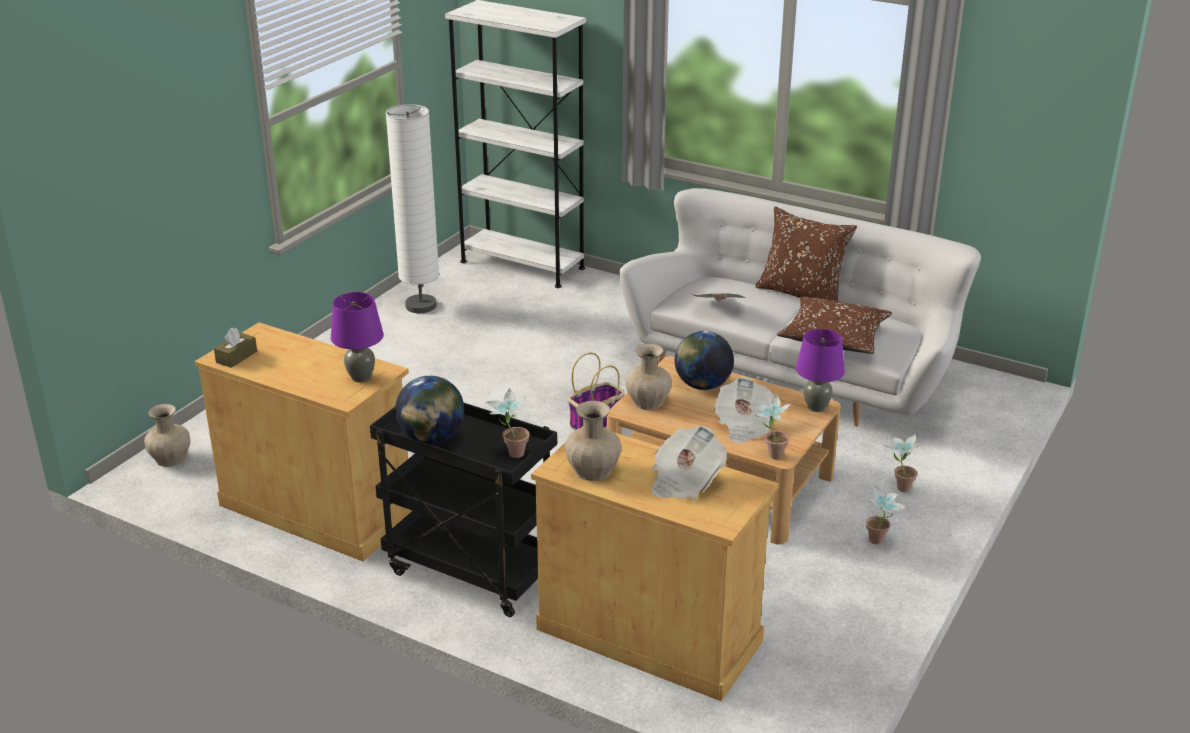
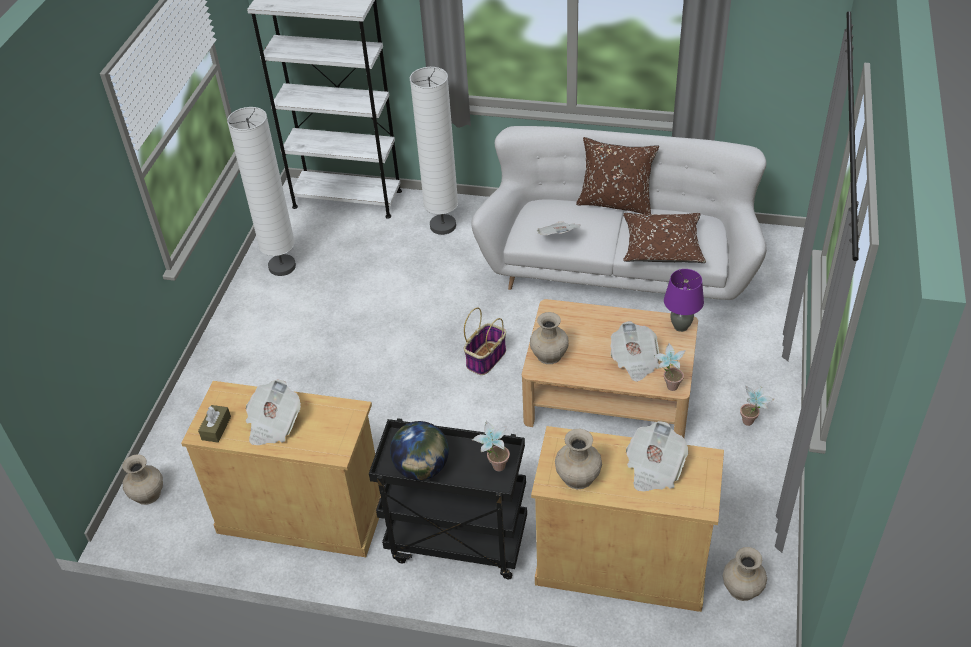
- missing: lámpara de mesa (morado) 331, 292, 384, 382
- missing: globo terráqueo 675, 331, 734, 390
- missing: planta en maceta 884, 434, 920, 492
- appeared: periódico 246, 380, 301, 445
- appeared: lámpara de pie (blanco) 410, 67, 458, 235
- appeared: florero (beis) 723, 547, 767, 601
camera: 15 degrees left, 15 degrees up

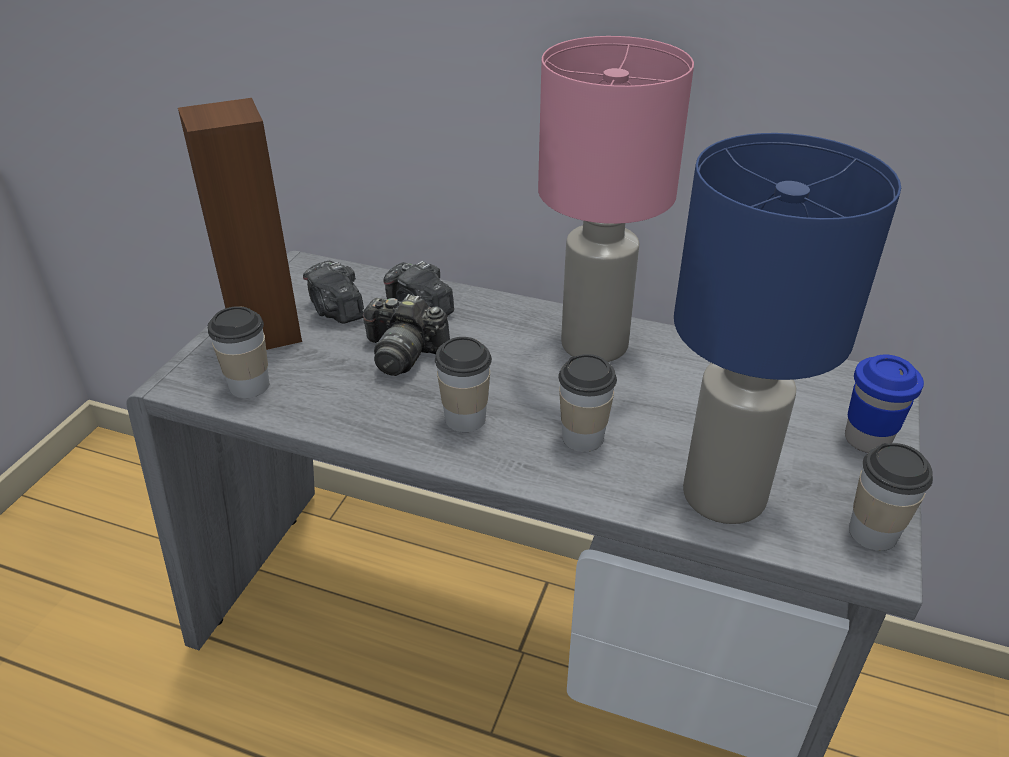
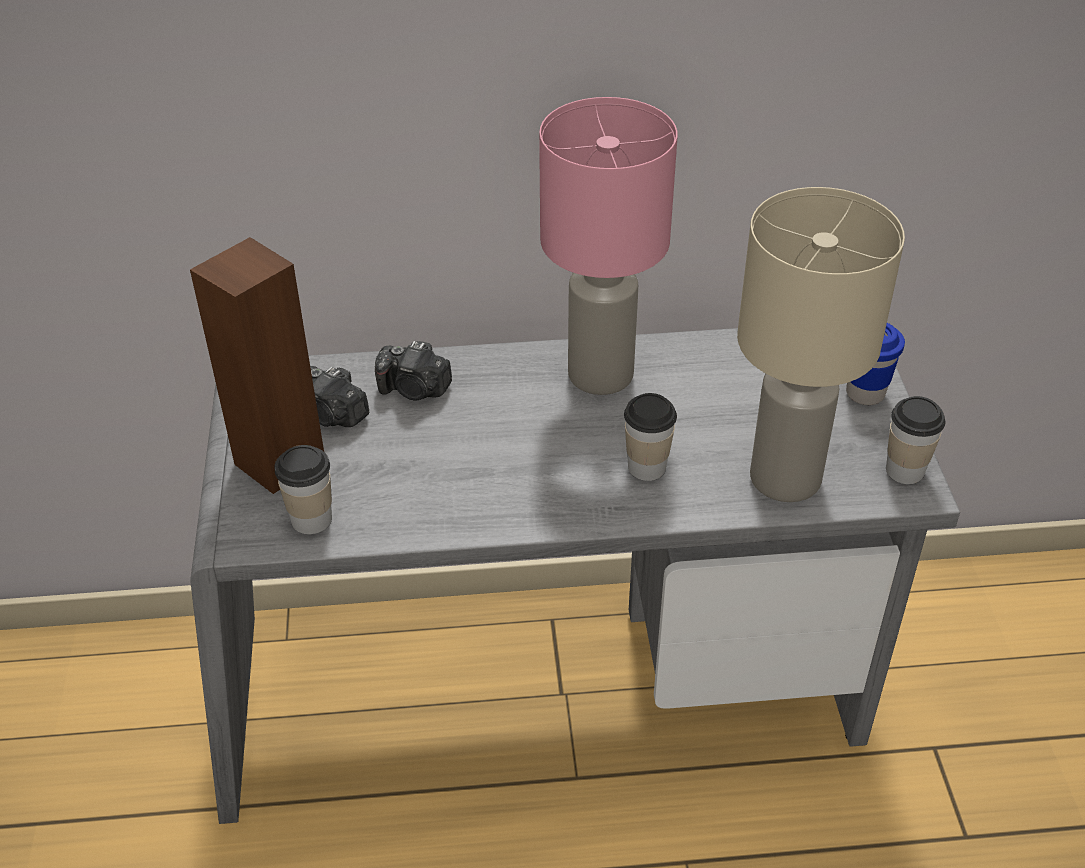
- missing: cámara 362, 294, 450, 376
- missing: taza 435, 337, 492, 432
- colour: lámpara de mesa (azul) 674, 133, 901, 524 to lámpara de mesa (beis) 737, 187, 905, 502
camera: 25 degrees left, 5 degrees up

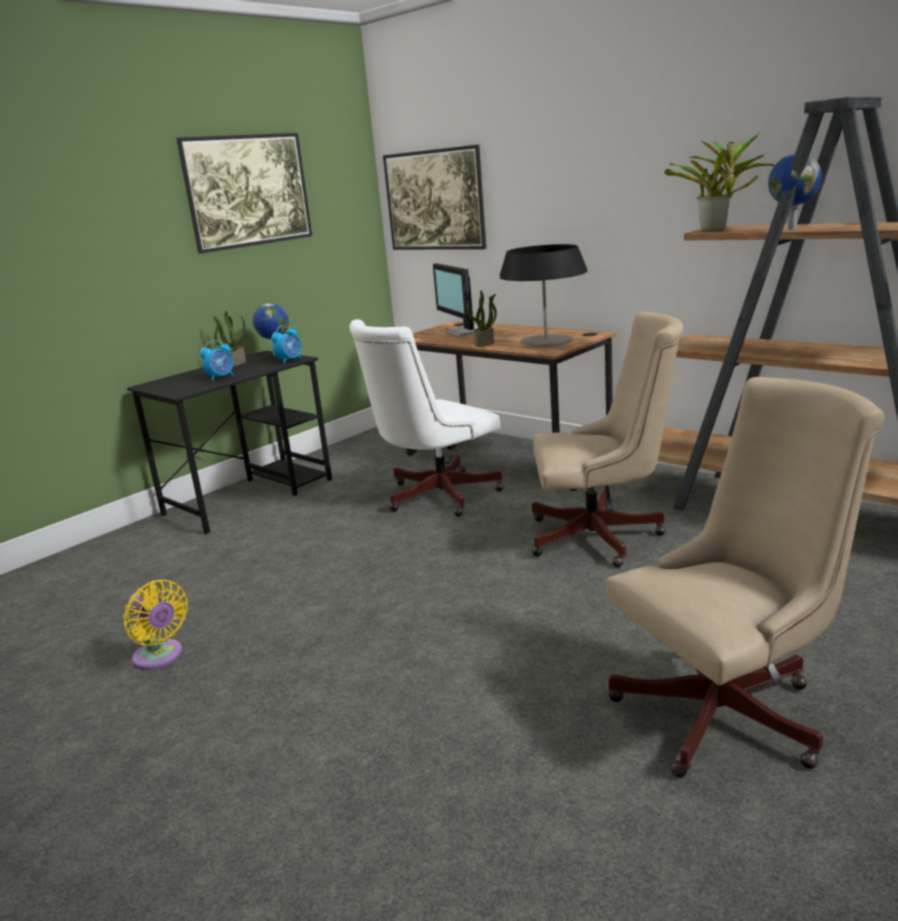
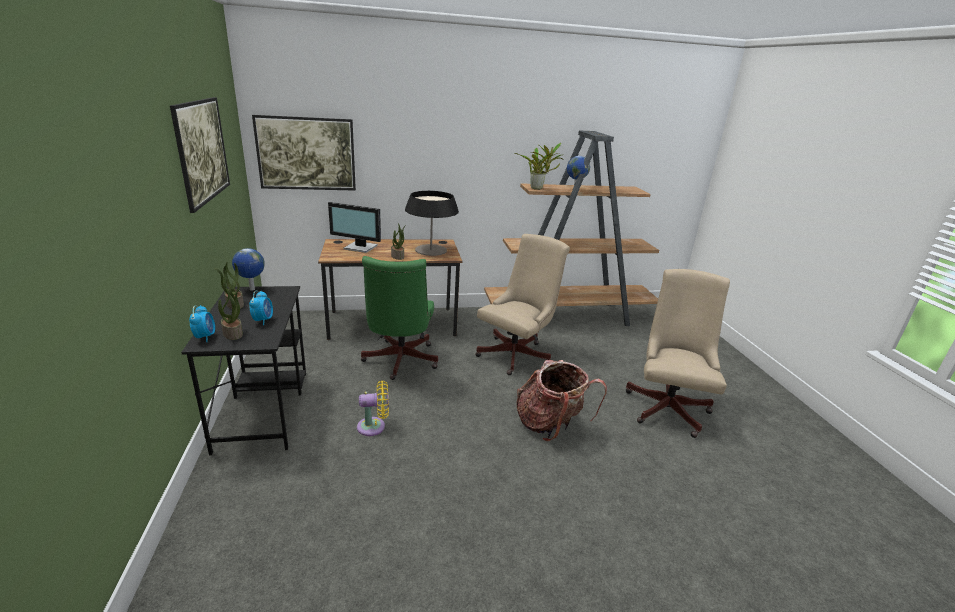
- appeared: planta en maceta 218, 288, 243, 340
- appeared: mochila 517, 360, 607, 442
- relocated: ventilador (amarillo) 123, 580, 188, 670 to 357, 380, 389, 436
- relocated: despertador 271, 325, 302, 364 to 189, 305, 215, 342
- colour: silla de oficina (blanco) 349, 319, 504, 516 to silla de oficina (verde) 361, 256, 438, 380
camera: 55 degrees left, 5 degrees up

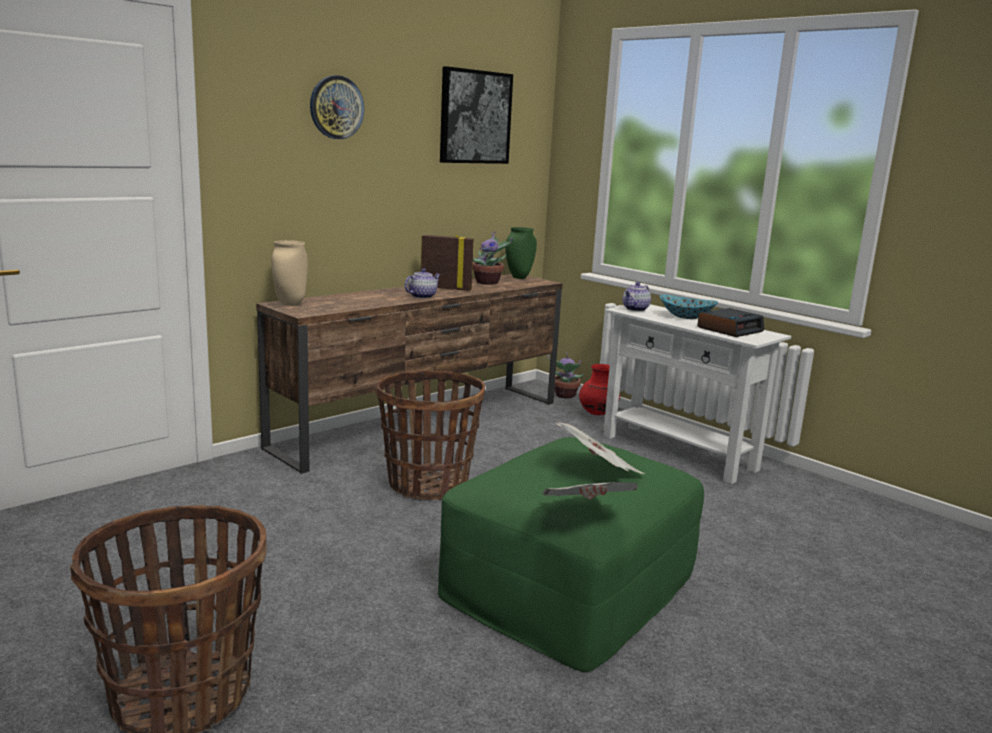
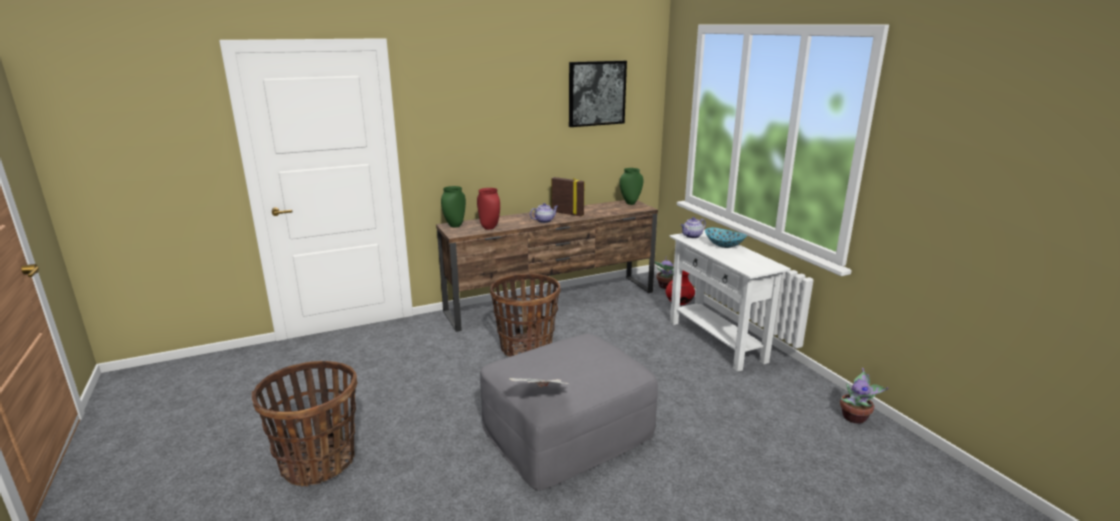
- missing: reloj de pared 310, 75, 364, 139
- missing: periódico 555, 422, 645, 474
- missing: despertador 697, 308, 764, 337
- appeared: florero (rojo) 477, 188, 500, 230
- relocated: planta en maceta 473, 231, 512, 285 to 840, 367, 888, 424
- colour: florero (beis) 272, 240, 308, 306 to florero (verde) 441, 186, 466, 228
- colour: puf (verde) 438, 437, 704, 672 to puf (gris) 480, 334, 658, 490
camera: 20 degrees right, 5 degrees up

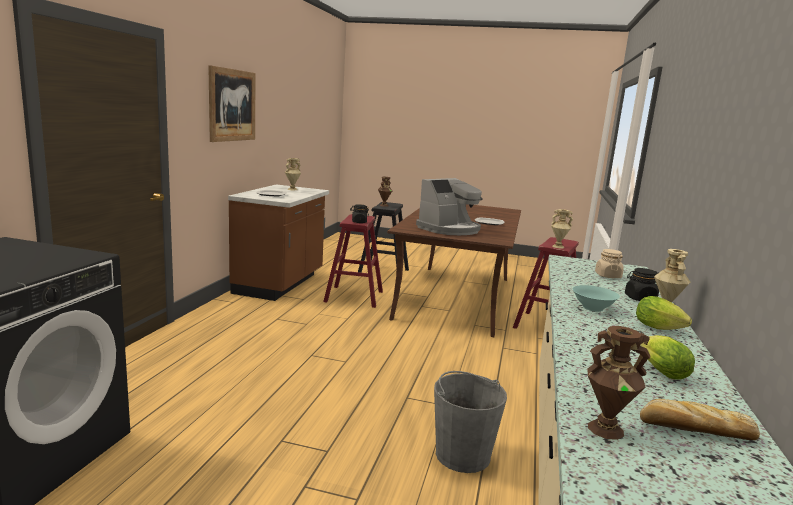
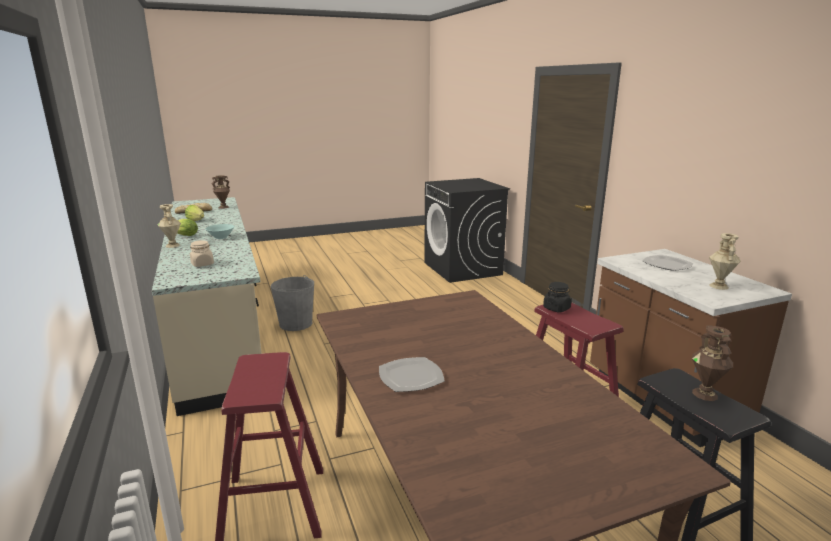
- missing: cuadro 208, 65, 255, 142
- missing: cafetera 416, 178, 483, 235
- missing: florero (beis) 551, 209, 573, 248
- missing: tarro (negro) 625, 268, 659, 301
camera: 145 degrees right, 5 degrees up

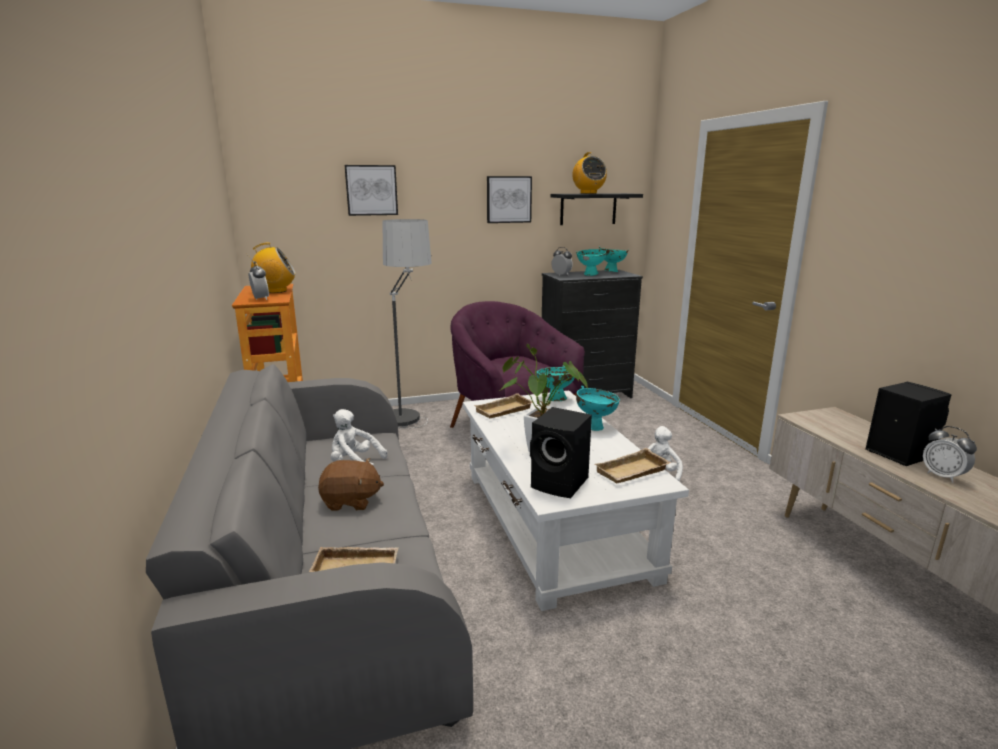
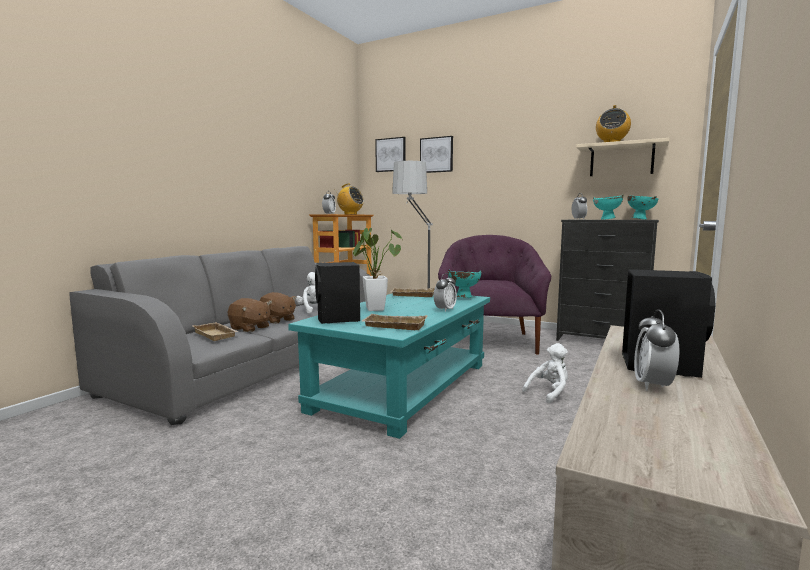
- appeared: peluche (marrón) 228, 298, 270, 332
- relocated: cuadro 487, 176, 532, 223 to 375, 137, 406, 172
- exchanged: cuenco (turquesa) 576, 386, 620, 431 to despertador 434, 273, 457, 312
- colour: mesa de centro (blanco) 463, 391, 689, 611 to mesa de centro (turquesa) 288, 293, 490, 439
- colour: estante (negro) 551, 193, 643, 225 to estante (beis) 576, 138, 669, 176
camera: 45 degrees right, 10 degrees down

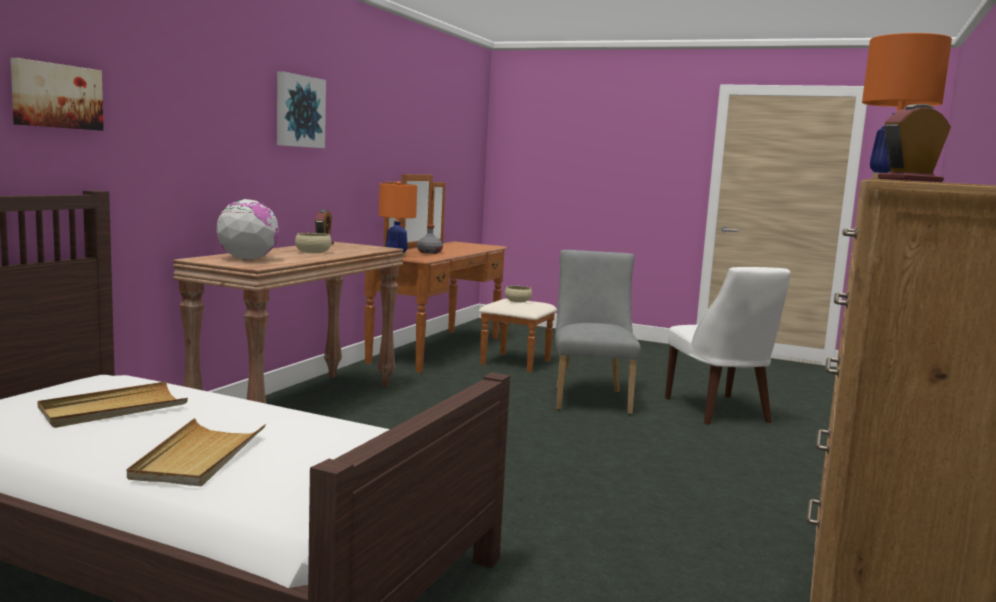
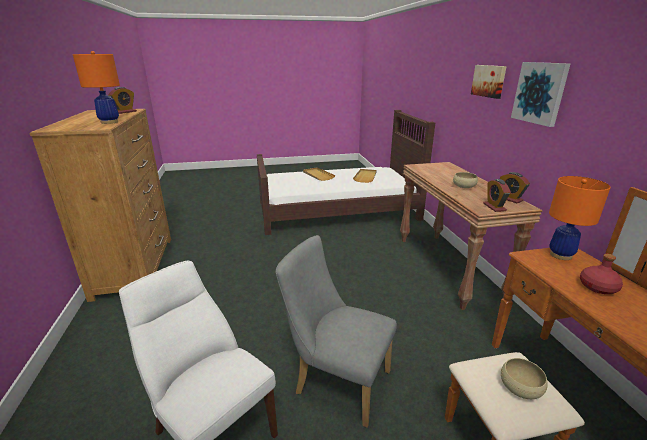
- missing: globo terráqueo 216, 199, 279, 260
- appeared: despertador 483, 179, 511, 212
- relocated: cuadro 10, 58, 104, 131 to 471, 65, 507, 99
- colour: botella (gris) 417, 225, 443, 254 to botella (rojo) 580, 254, 623, 294
- spun: silla (gris) 555, 250, 641, 415 = 276, 235, 397, 428 150 degrees clockwise
camera: 145 degrees right, 15 degrees up

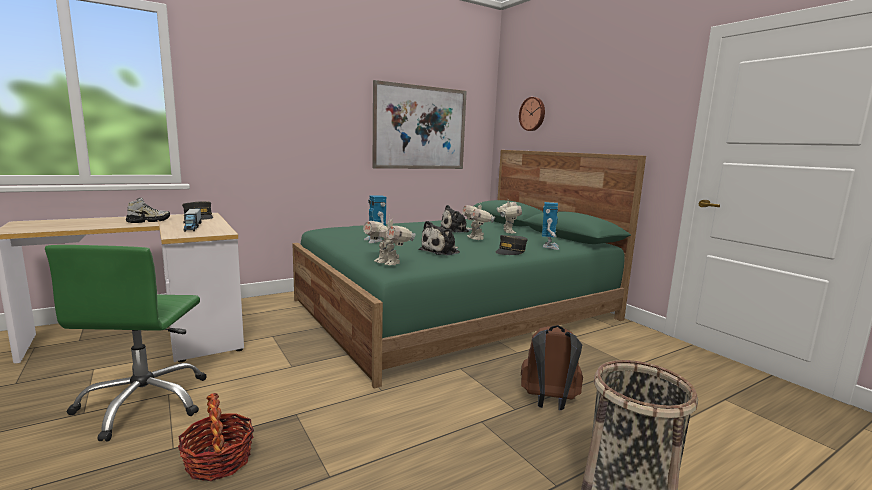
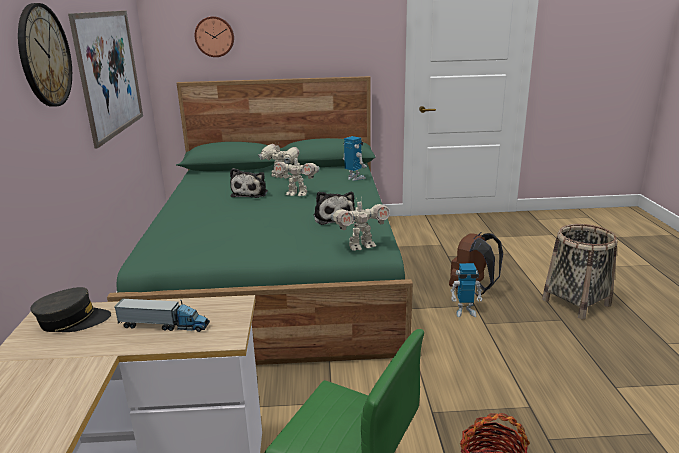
- missing: zapato 126, 197, 170, 223
- missing: gorra (gris) 496, 235, 528, 255
- appeared: reloj de pared 18, 3, 72, 106
- relocated: robot de juguete 364, 195, 386, 243 to 450, 263, 483, 317
camera: 60 degrees left, 10 degrees up

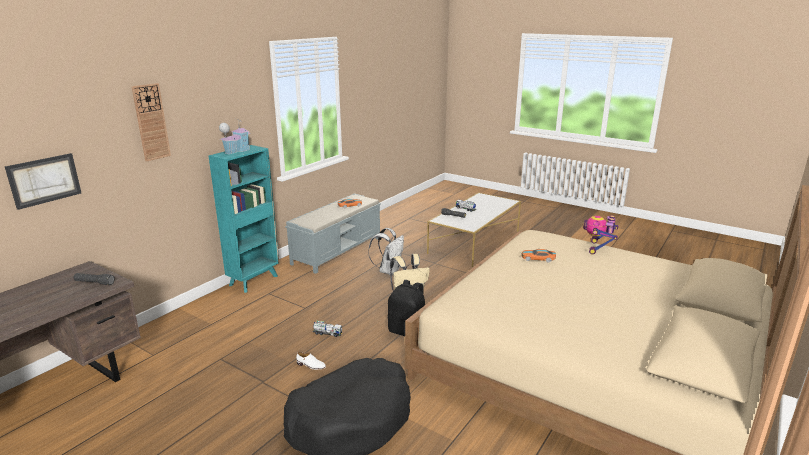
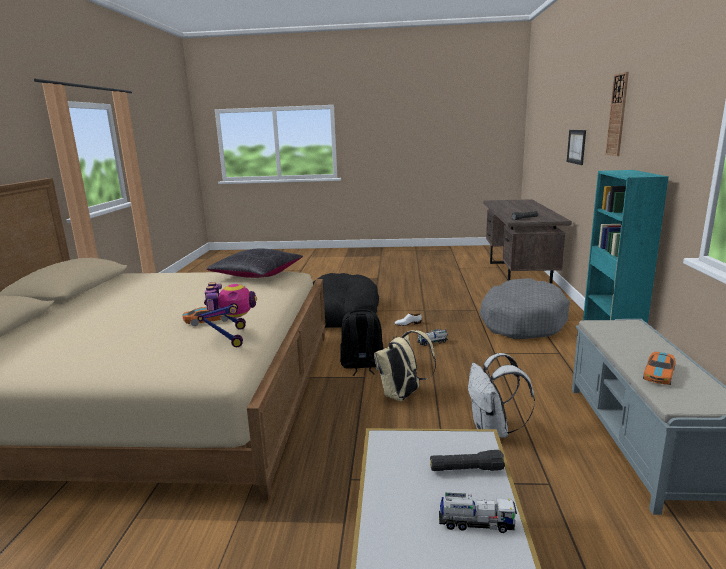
- missing: casita 219, 118, 251, 154
- appeared: cojín (negro) 207, 249, 303, 278
- appeared: cama para perro (gris) 480, 278, 570, 339
- relocated: robot de juguete 583, 216, 618, 254 to 197, 282, 257, 347
camera: 150 degrees right, 5 degrees down

